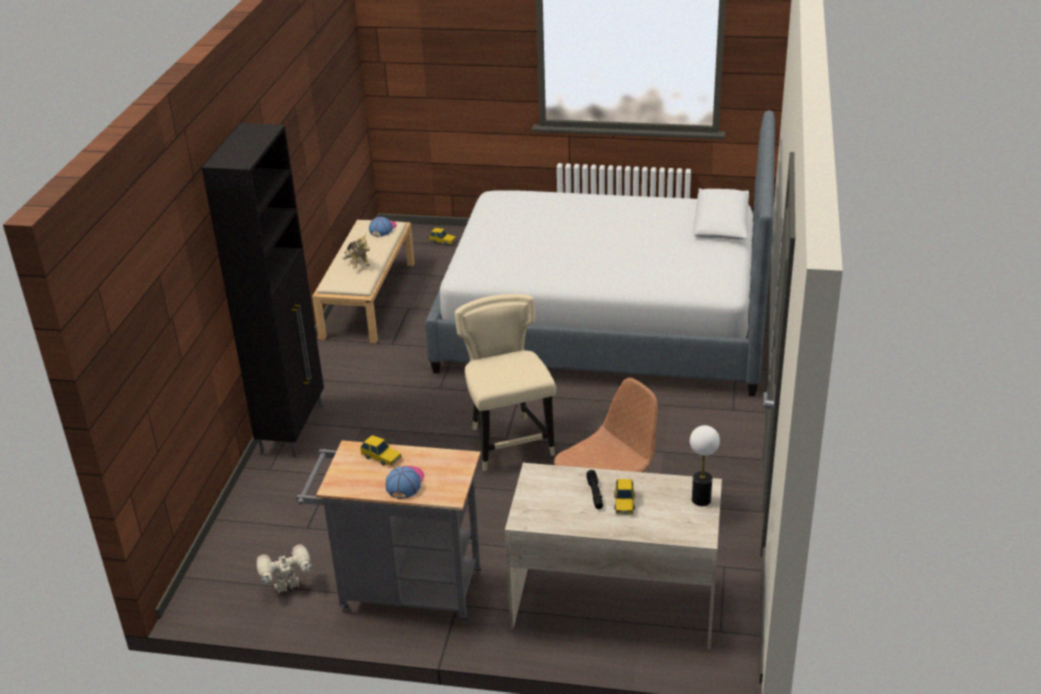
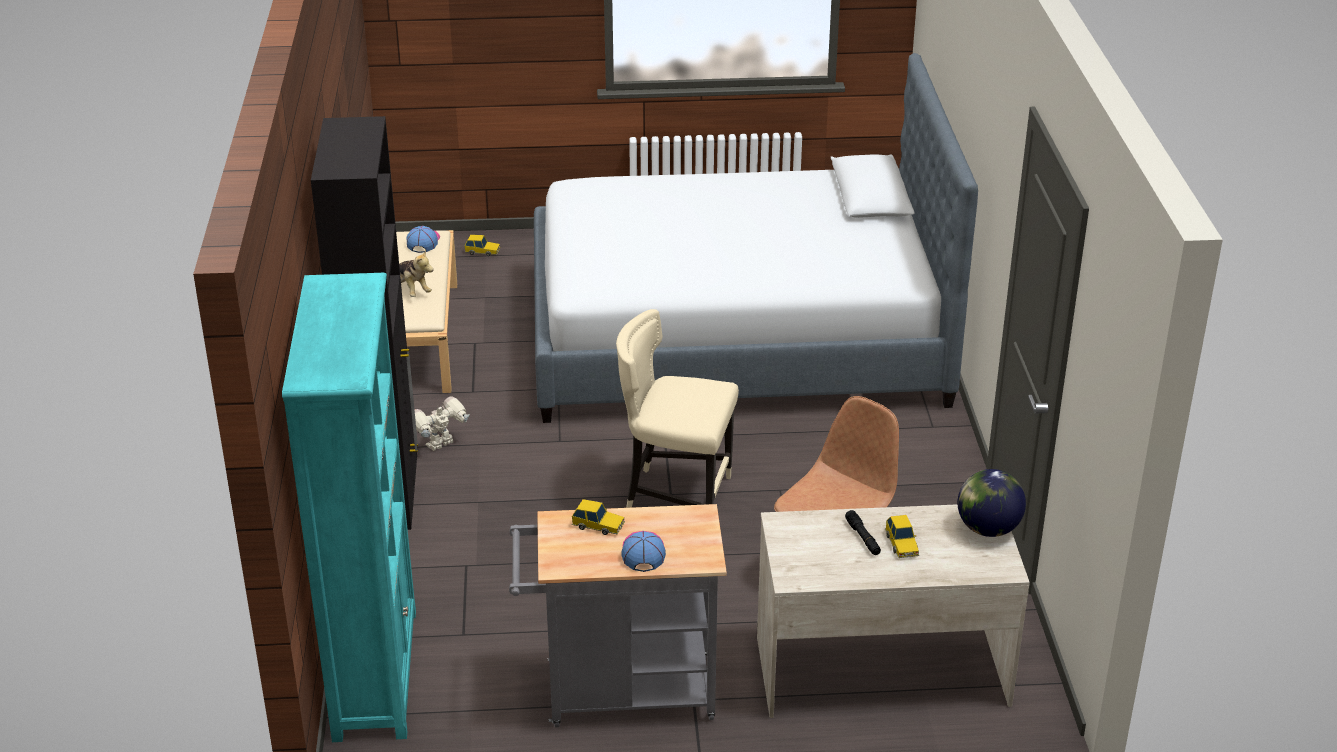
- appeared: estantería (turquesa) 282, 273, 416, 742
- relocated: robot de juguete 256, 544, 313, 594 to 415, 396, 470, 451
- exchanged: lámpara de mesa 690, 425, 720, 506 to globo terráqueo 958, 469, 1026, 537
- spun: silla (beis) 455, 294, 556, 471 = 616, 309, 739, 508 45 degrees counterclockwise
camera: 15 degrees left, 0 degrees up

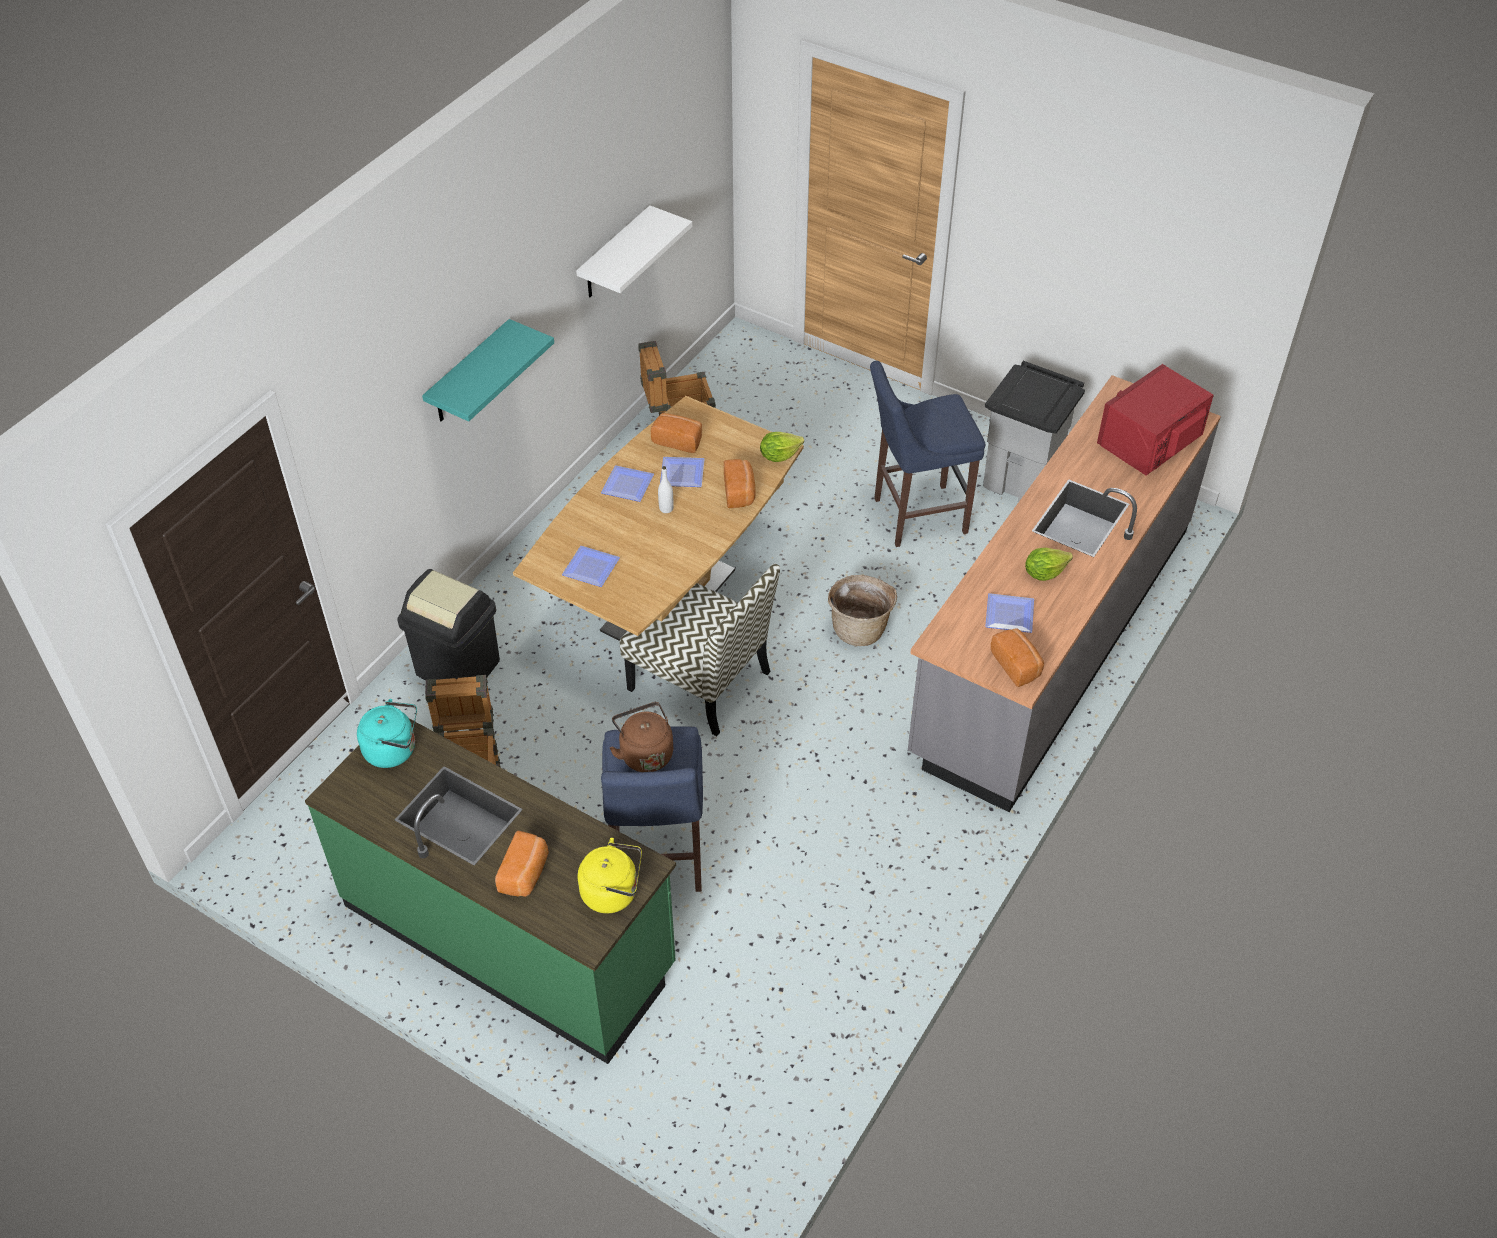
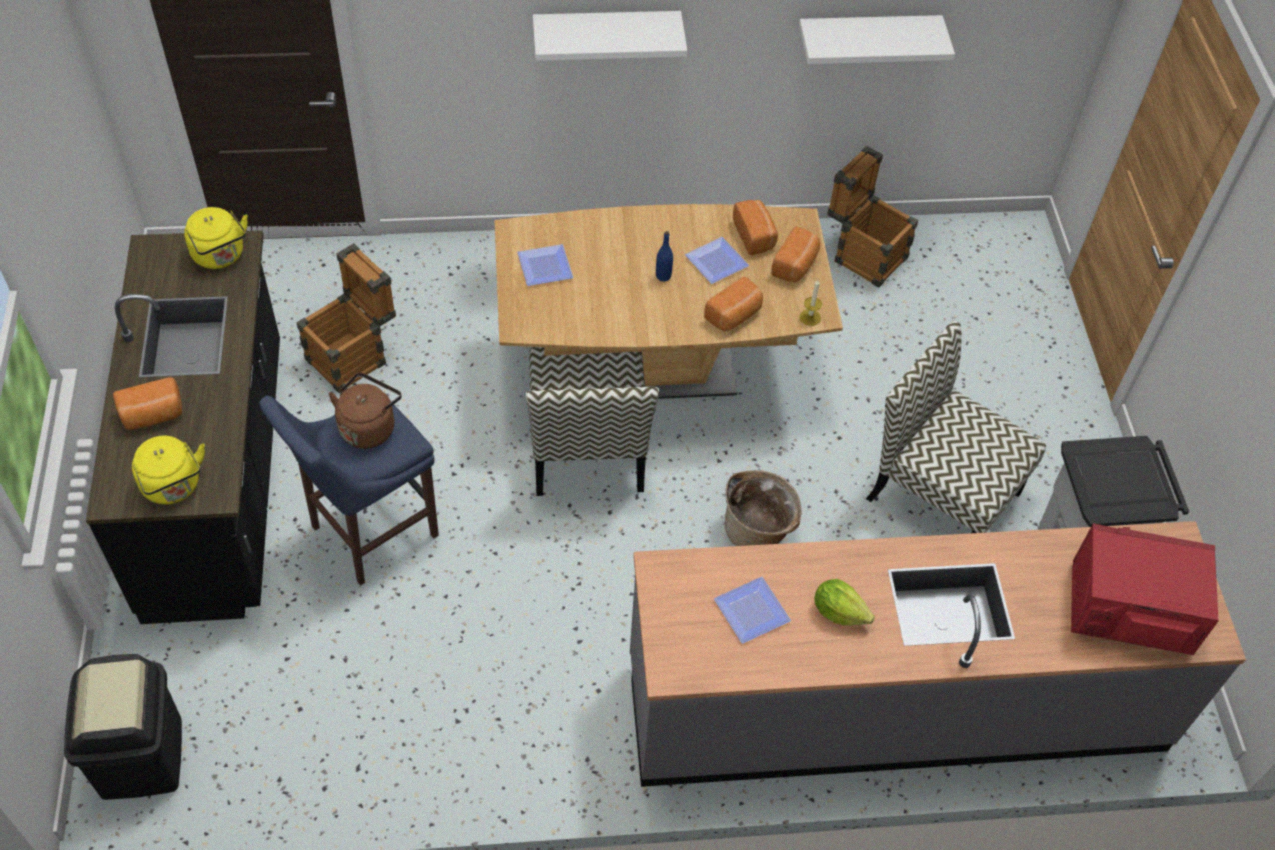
- missing: plato 601, 465, 654, 502
- relocated: papelera (negro) 397, 569, 500, 680 to 64, 654, 182, 800
- relocated: pan 991, 628, 1044, 687 to 771, 226, 820, 283
- exchanged: lechuga 760, 432, 804, 462 to vela 800, 280, 822, 326
- exchanged: taburete (azul) 870, 361, 985, 547 to silla 866, 321, 1046, 533
- colour: mueble bajo de cocina (verde) 305, 719, 676, 1064 to mueble bajo de cocina (negro) 86, 230, 280, 624
- colour: hervidor (turquesa) 357, 699, 417, 768 to hervidor (amarillo) 184, 207, 248, 269
- colour: estante (turquesa) 422, 319, 554, 422 to estante (blanco) 533, 11, 687, 61
- colour: botella (blanco) 658, 466, 674, 513 to botella (azul) 656, 231, 673, 281
camera: 50 degrees right, 5 degrees up

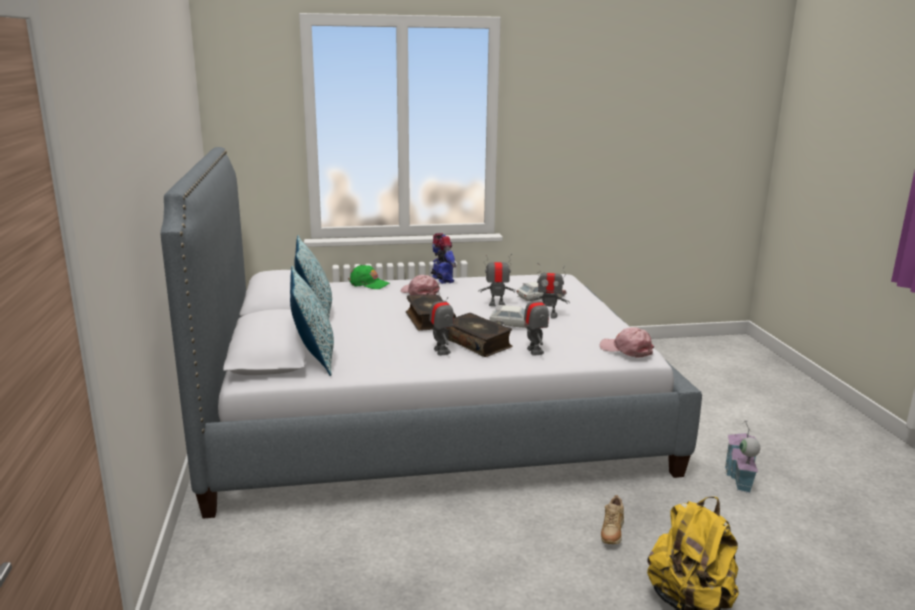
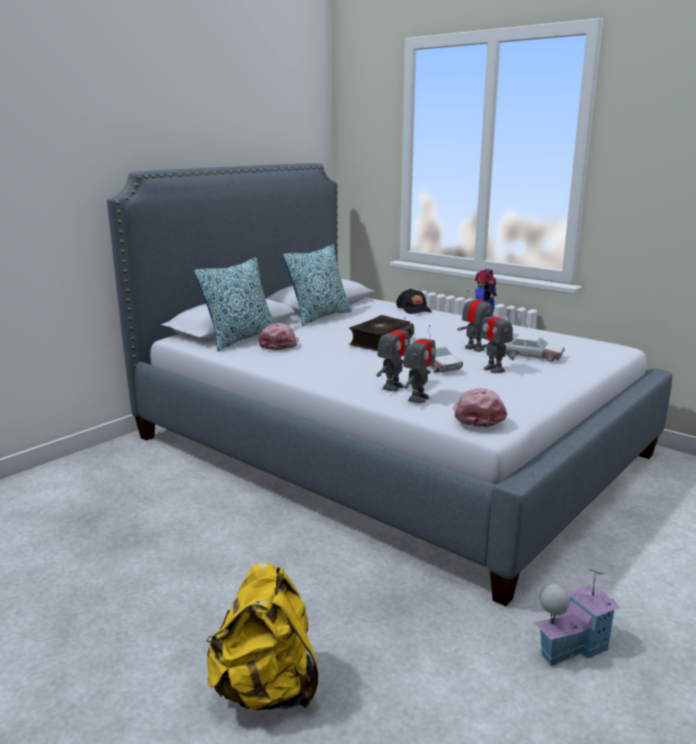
- missing: libro 446, 313, 512, 357
- missing: zapato (beis) 601, 495, 624, 544
- relocated: gorra (rosa) 401, 275, 440, 295 to 258, 323, 299, 350
- relocated: robot de juguete 429, 289, 454, 356 to 403, 325, 435, 403
- colour: gorra (verde) 348, 265, 390, 289 to gorra (negro) 396, 289, 432, 314
camera: 50 degrees right, 0 degrees up

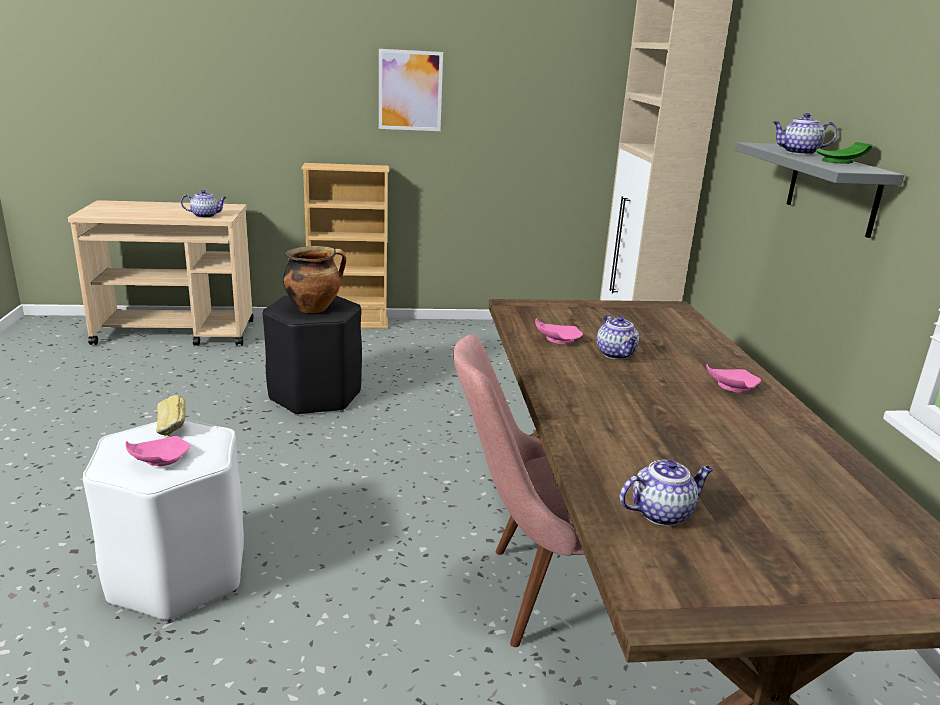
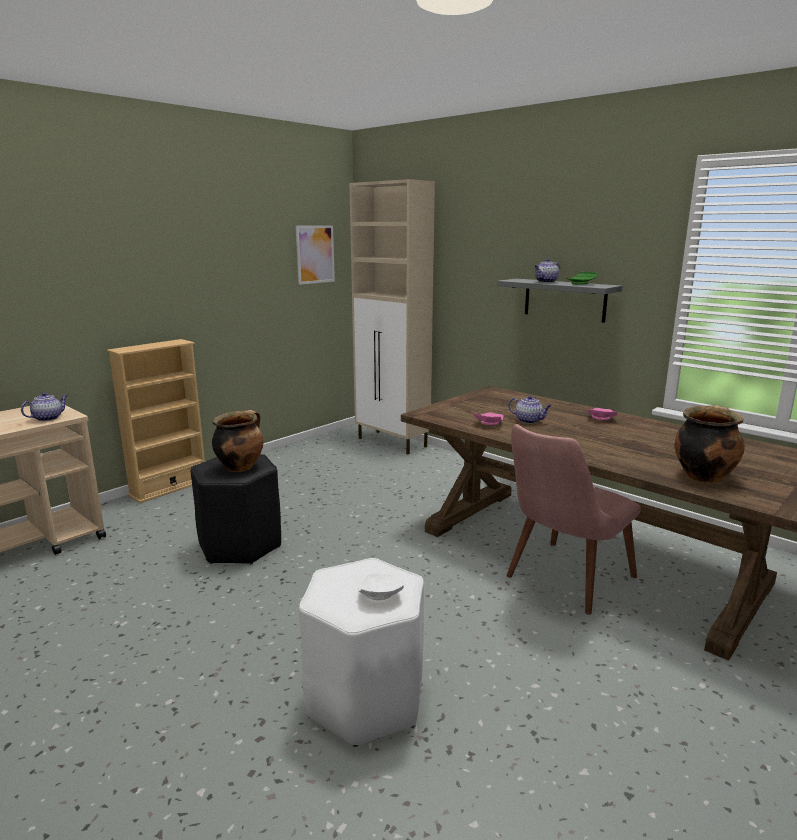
- missing: pan 156, 395, 186, 436
- relocated: cuadro 379, 49, 443, 131 to 296, 225, 335, 285
- exchanged: tetera 620, 460, 713, 526 to olla 674, 405, 745, 483
- colour: plato (rosa) 125, 436, 190, 466 to plato (blanco) 358, 573, 404, 600
camera: 40 degrees left, 5 degrees down

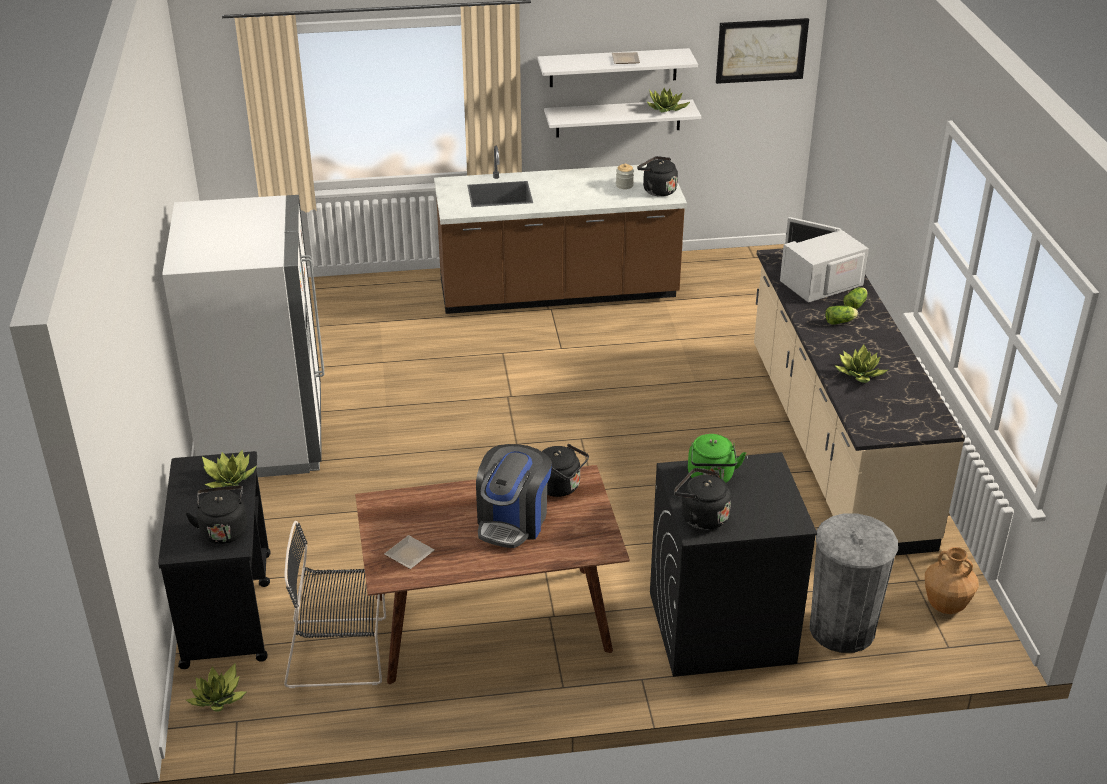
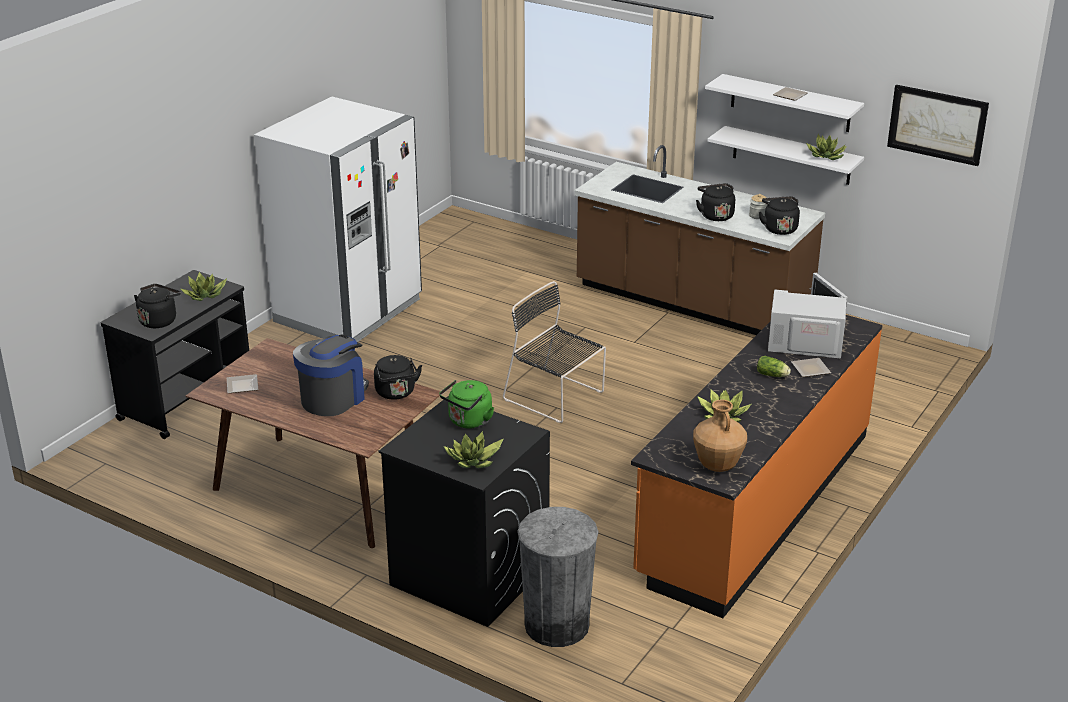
- relocated: planta en maceta 186, 663, 247, 712 to 444, 431, 503, 468
- relocated: silla (negro) 284, 521, 386, 688 to 503, 281, 606, 423
- relocated: hervidor (negro) 674, 468, 731, 530 to 696, 183, 735, 221
- relocated: florero (marrón) 925, 547, 979, 614 to 693, 399, 747, 472
- exchanged: lechuga 843, 287, 868, 309 to plato 791, 358, 831, 377
- colour: mueble bajo de cocina (beis) 754, 249, 965, 555 to mueble bajo de cocina (naranja) 631, 315, 883, 618
- spun: cafetera 476, 444, 552, 548 = 293, 334, 369, 416 150 degrees clockwise
camera: 40 degrees right, 5 degrees down

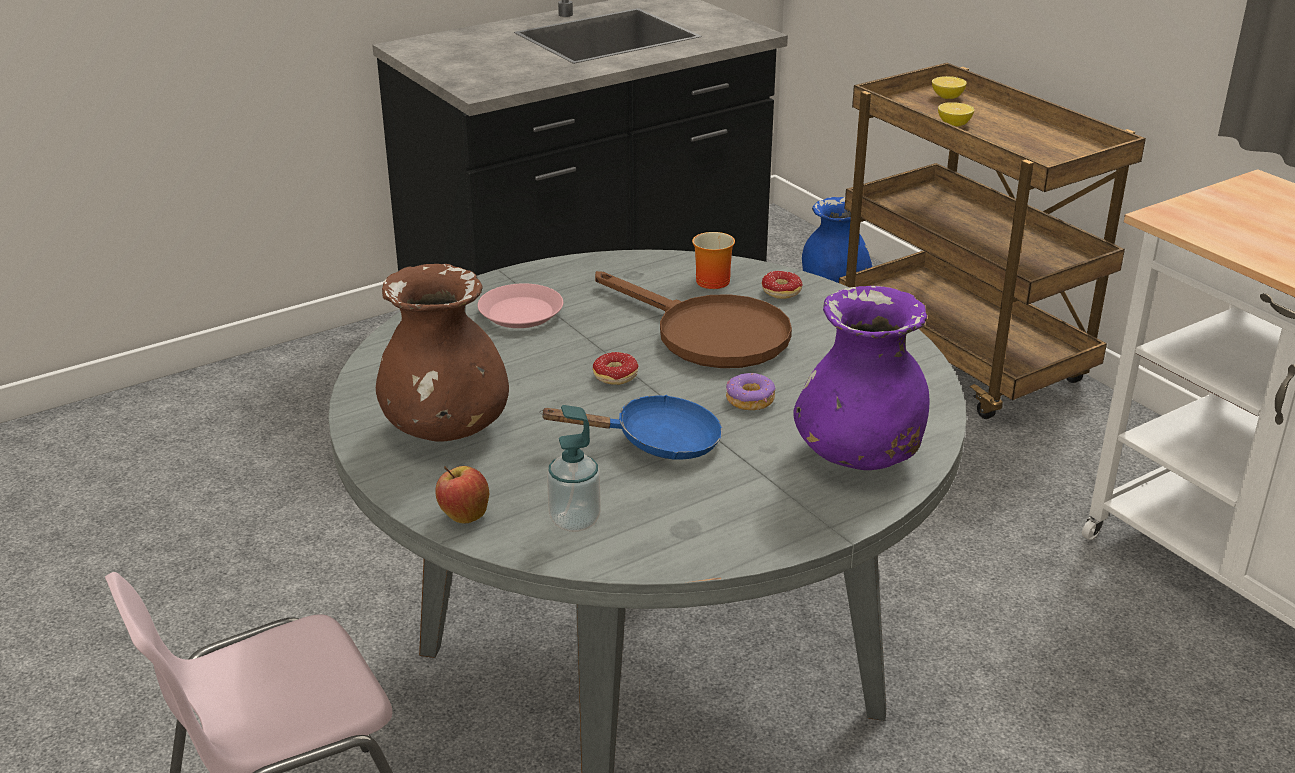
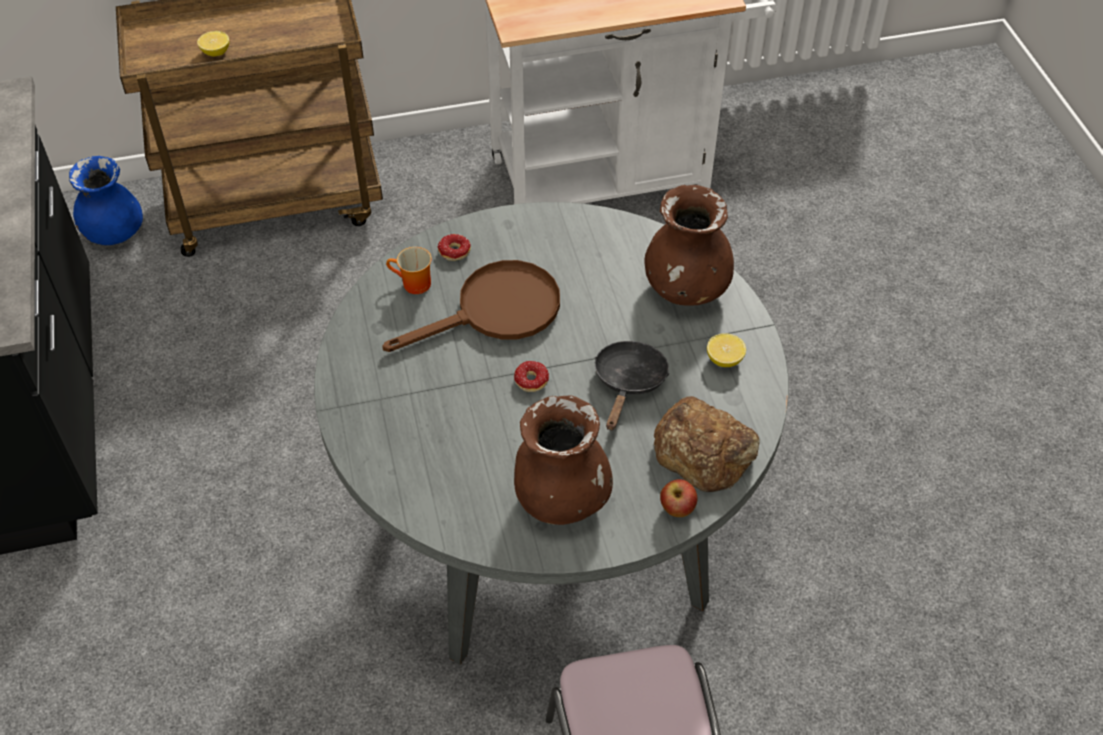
- missing: plato (rosa) 478, 284, 563, 328
- missing: rosquilla 726, 373, 775, 410
- relocated: limón 932, 76, 967, 99 to 707, 333, 746, 367
- exchanged: dispensador de jabón 547, 405, 601, 532 to pan 653, 396, 760, 492
- colour: sartén (azul) 539, 395, 722, 460 to sartén (negro) 594, 341, 670, 430
- colour: florero (morado) 794, 286, 929, 470 to florero (marrón) 645, 185, 734, 306
camera: 70 degrees left, 20 degrees up

